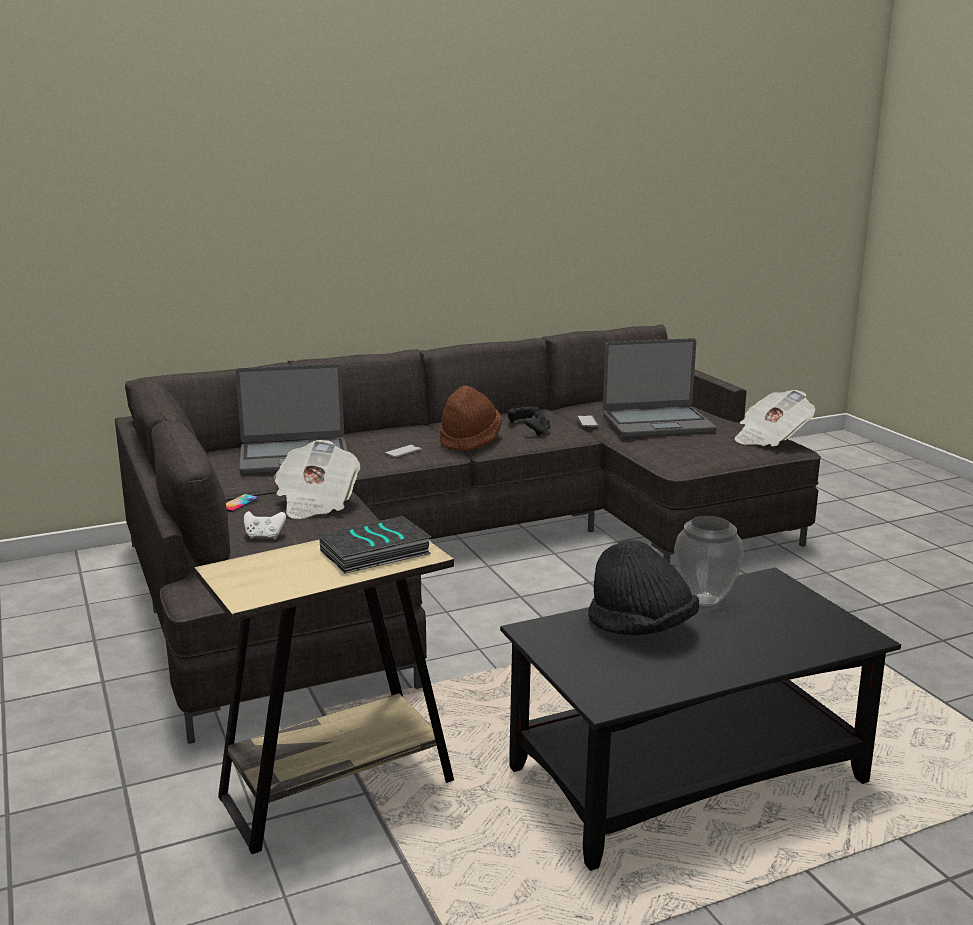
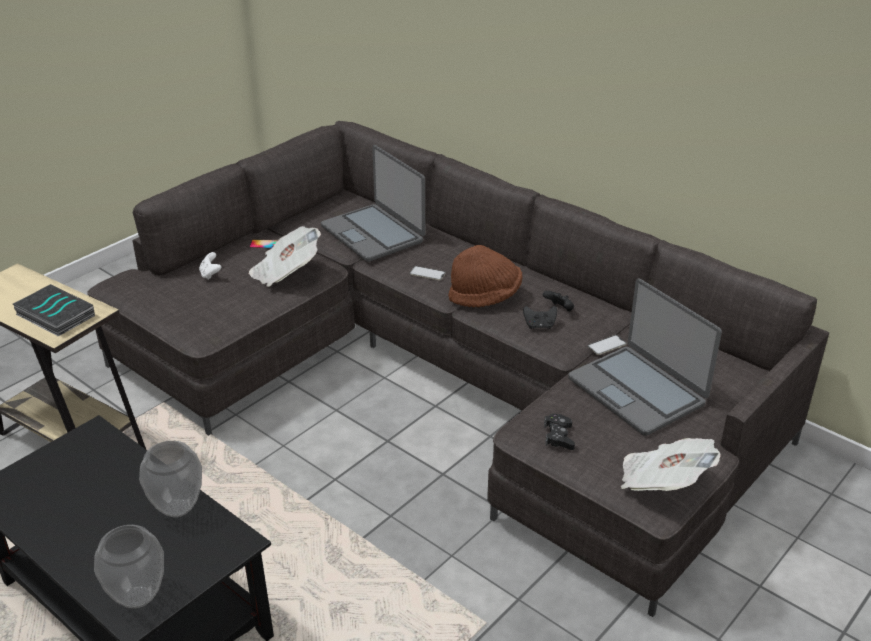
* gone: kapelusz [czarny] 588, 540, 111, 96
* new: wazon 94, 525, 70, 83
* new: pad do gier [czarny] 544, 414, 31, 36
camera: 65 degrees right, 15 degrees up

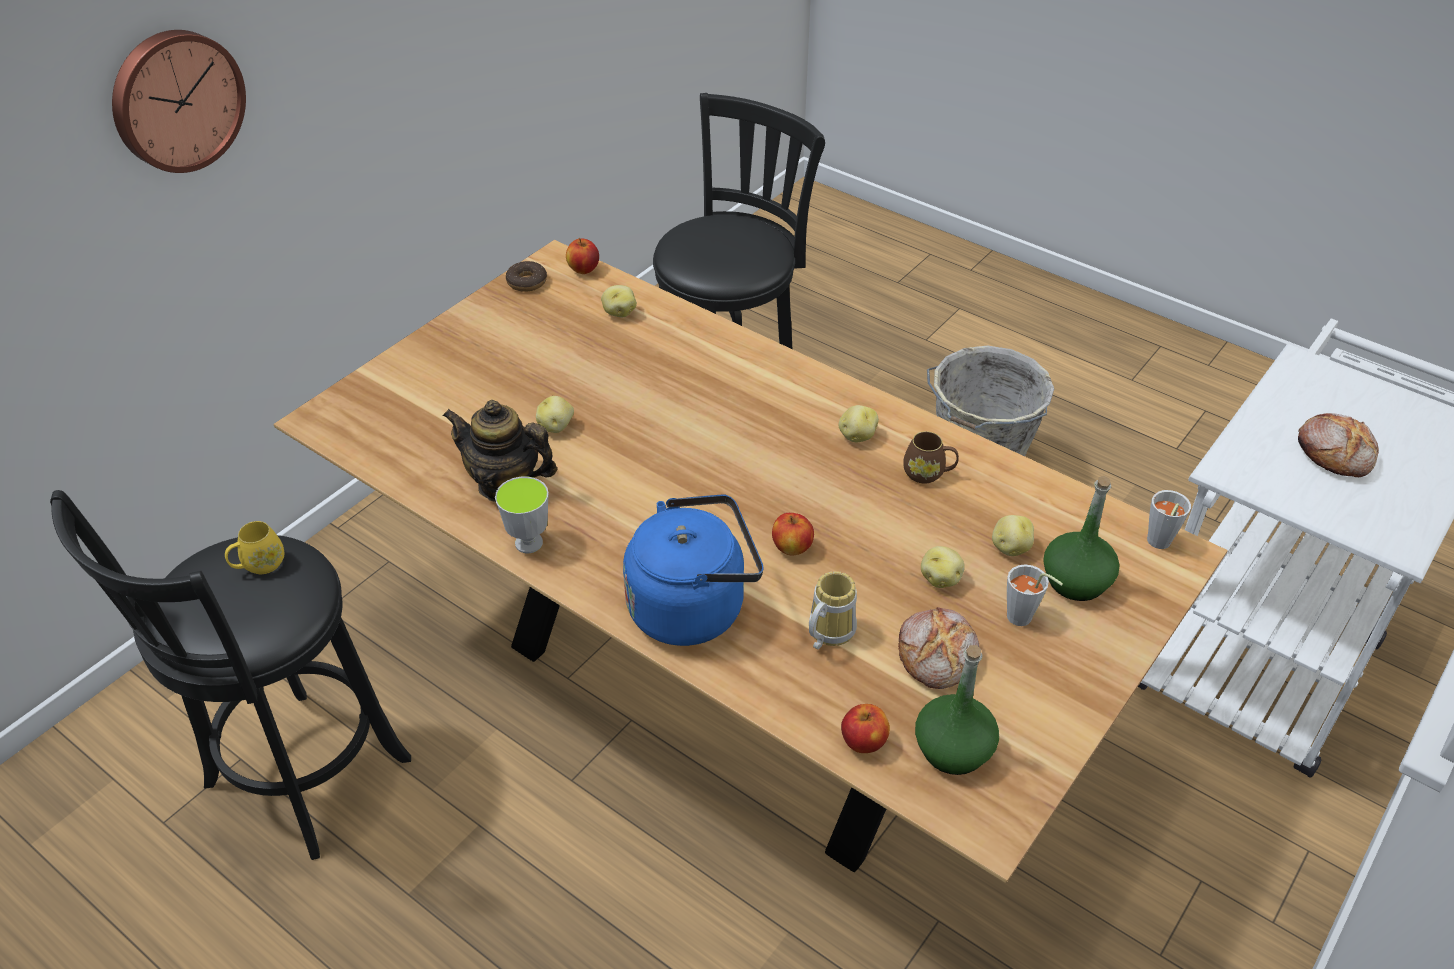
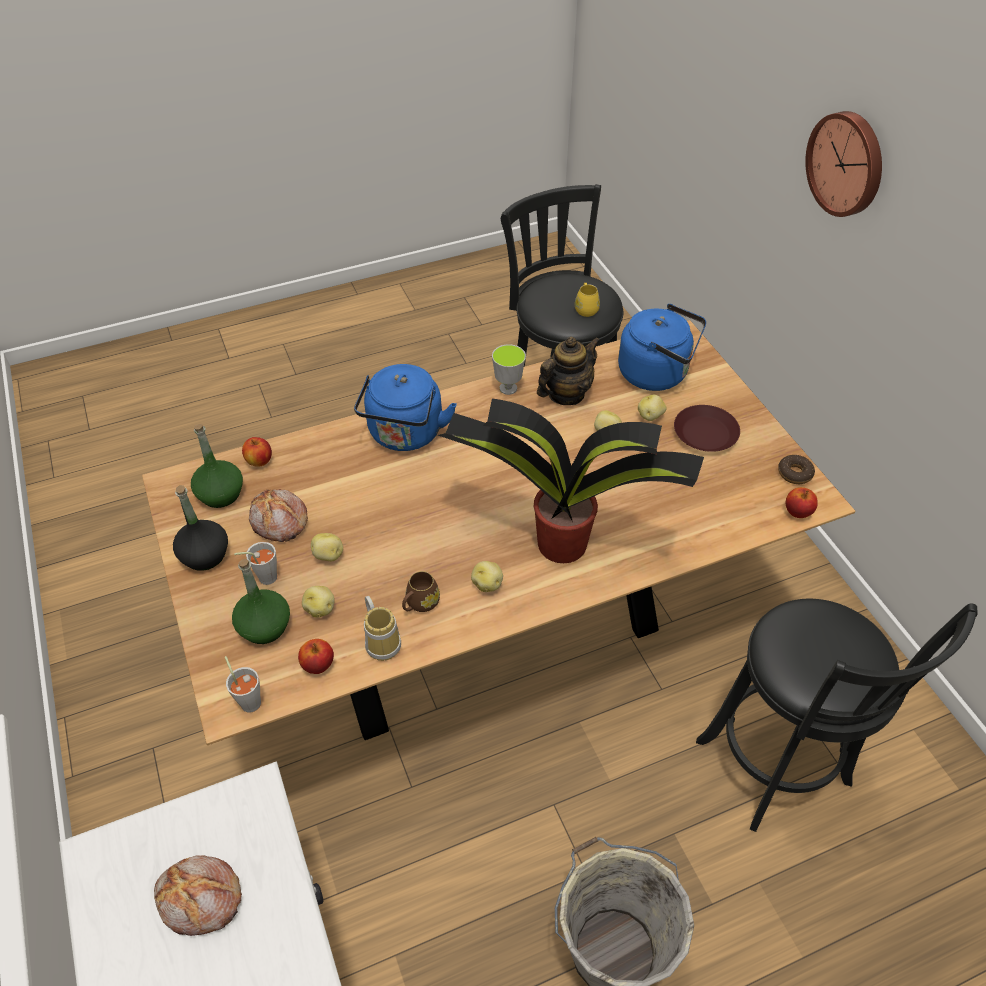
* shifted: ziemniak 601, 285, 36, 32 to 638, 395, 29, 26
* shifted: jabłko 772, 513, 42, 42 to 298, 639, 36, 35
* shifted: kubek 809, 571, 48, 78 to 364, 596, 37, 65
* new: butelka [czarny] 173, 485, 55, 86
* new: roślina doniczkowa 438, 398, 266, 165
* new: czajnik [niebieski] 618, 304, 88, 87
* new: talerz [brązowy] 674, 405, 66, 47
camera: 120 degrees right, 5 degrees up

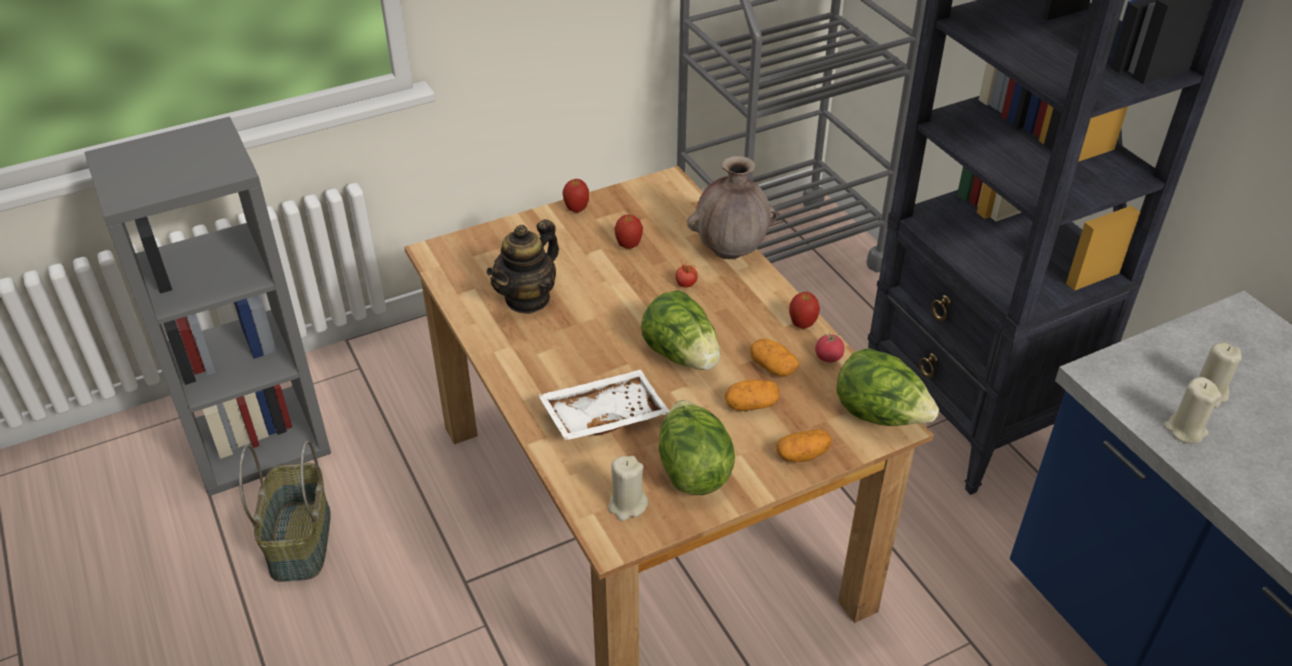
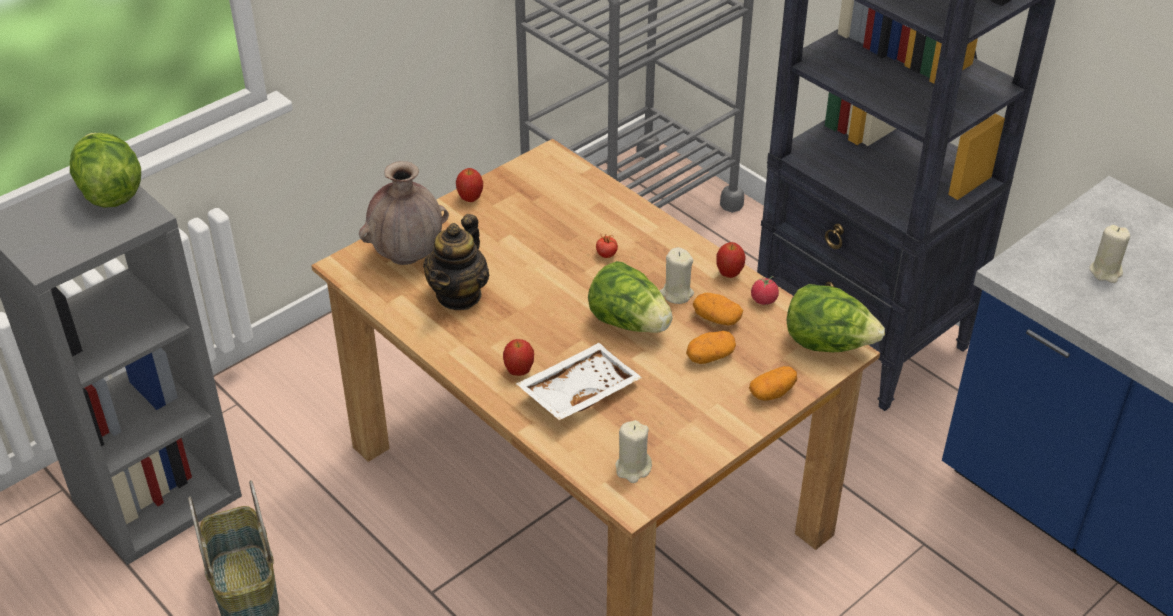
* shifted: jabłko 614, 215, 29, 34 to 503, 339, 31, 37
* shifted: sałata 659, 400, 76, 95 to 70, 133, 71, 75
* shifted: wazon [brązowy] 687, 156, 91, 103 to 359, 161, 90, 104
* shifted: świeca [beżowy] 1163, 377, 59, 67 to 660, 247, 34, 57
camera: 15 degrees left, 0 degrees up

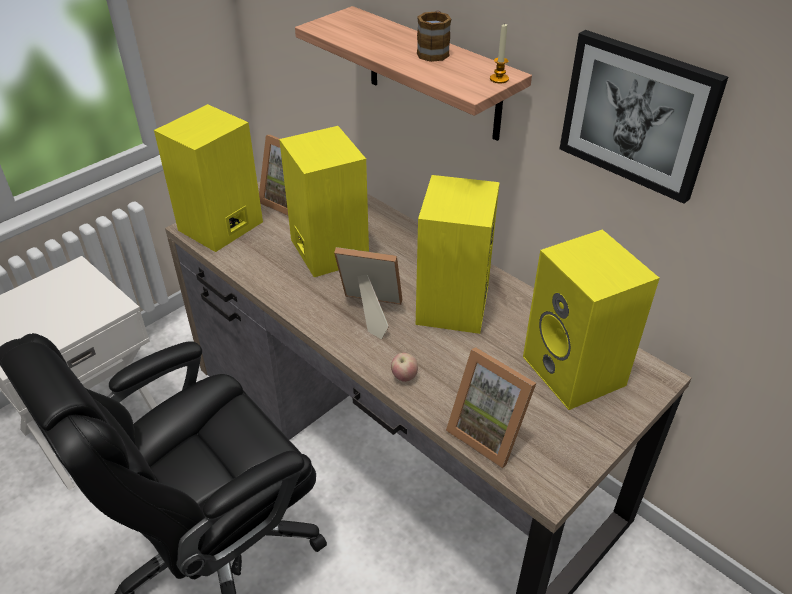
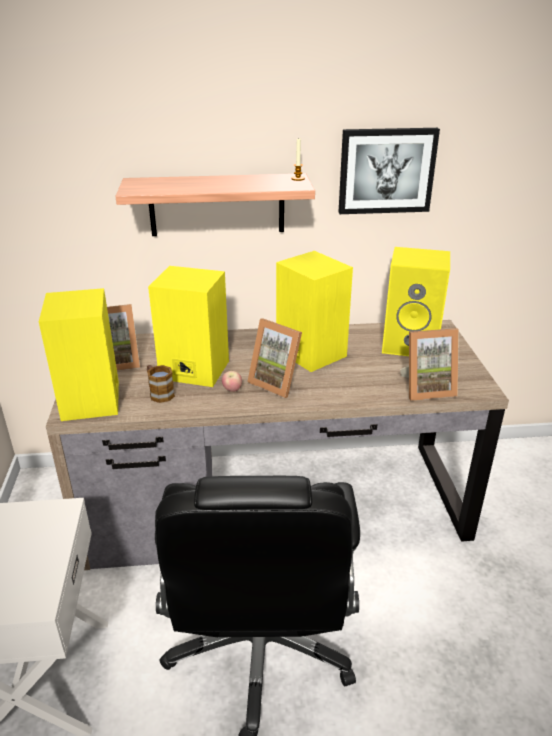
* rotated: ramka na zdjęcie 334, 247, 68, 92 = 247, 318, 55, 80 105 degrees counterclockwise
* shifted: jabłko 391, 353, 27, 29 to 222, 371, 20, 21
* shifted: kubek 417, 10, 34, 52 to 147, 365, 28, 38
camera: 50 degrees left, 10 degrees down

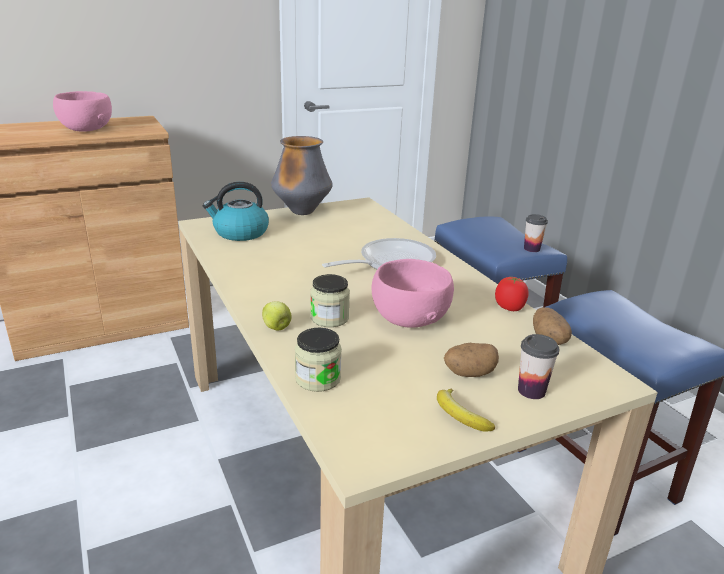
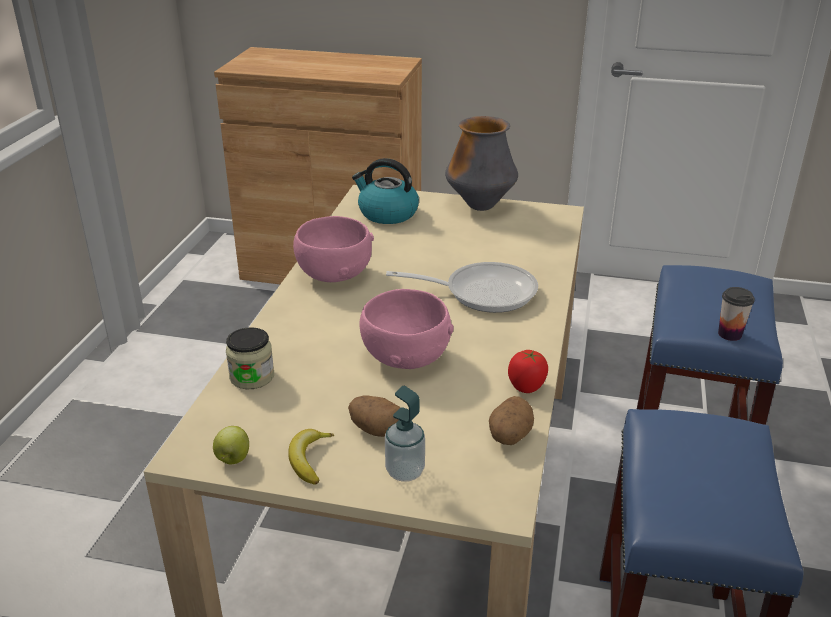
* shifted: miska [różowy] 53, 91, 59, 41 to 293, 216, 81, 66
* shifted: jabłko 262, 301, 30, 29 to 213, 426, 36, 38
* gone: słoik 311, 274, 39, 53
* swapped: filiżanka 518, 334, 41, 65 to dozownik mydła 385, 386, 40, 96
camera: 40 degrees right, 5 degrees up

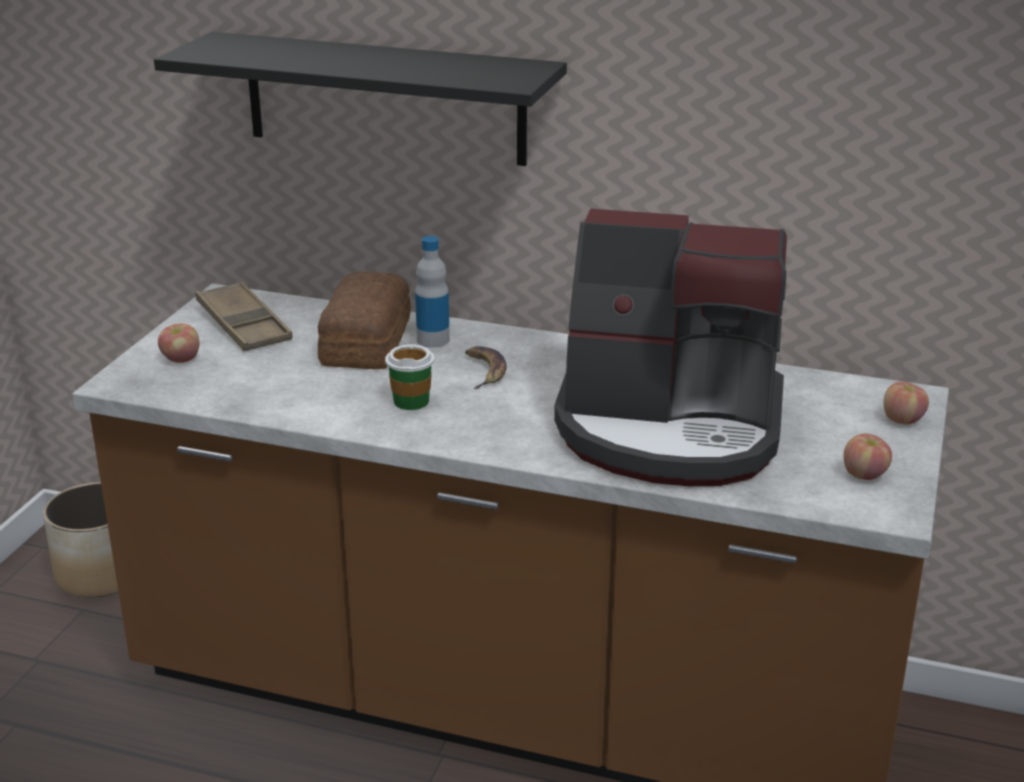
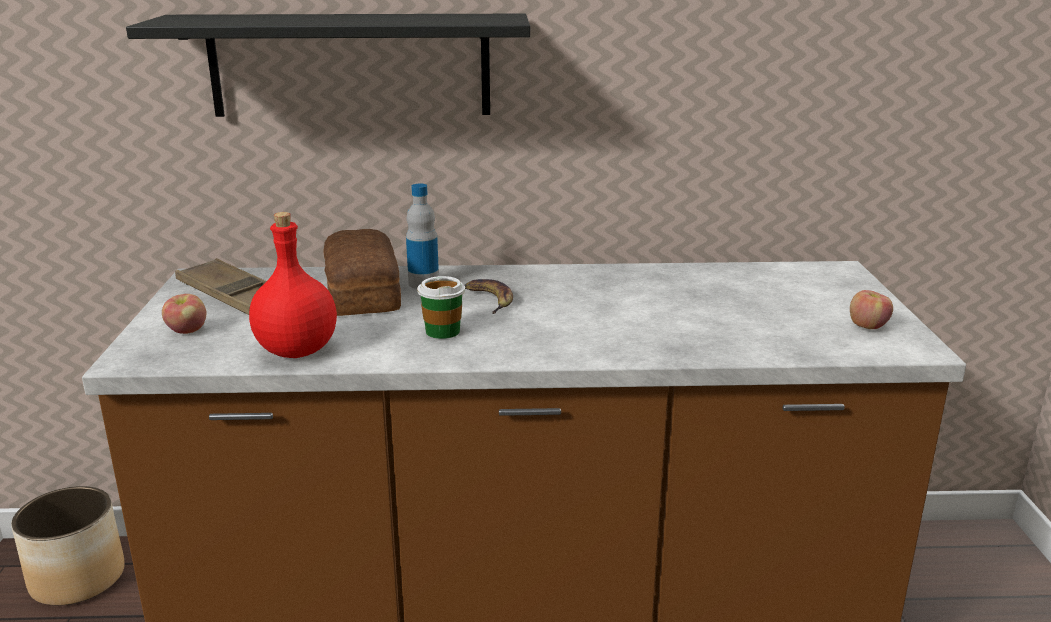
* gone: ekspres do kawy 554, 209, 233, 277
* gone: jabłko 884, 382, 45, 43
* new: butelka [czerwony] 249, 212, 88, 146
camera: 20 degrees left, 5 degrees down

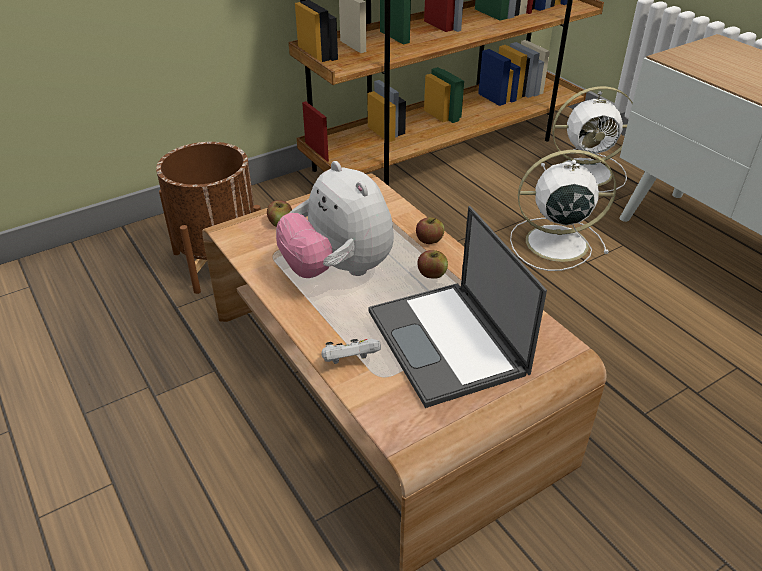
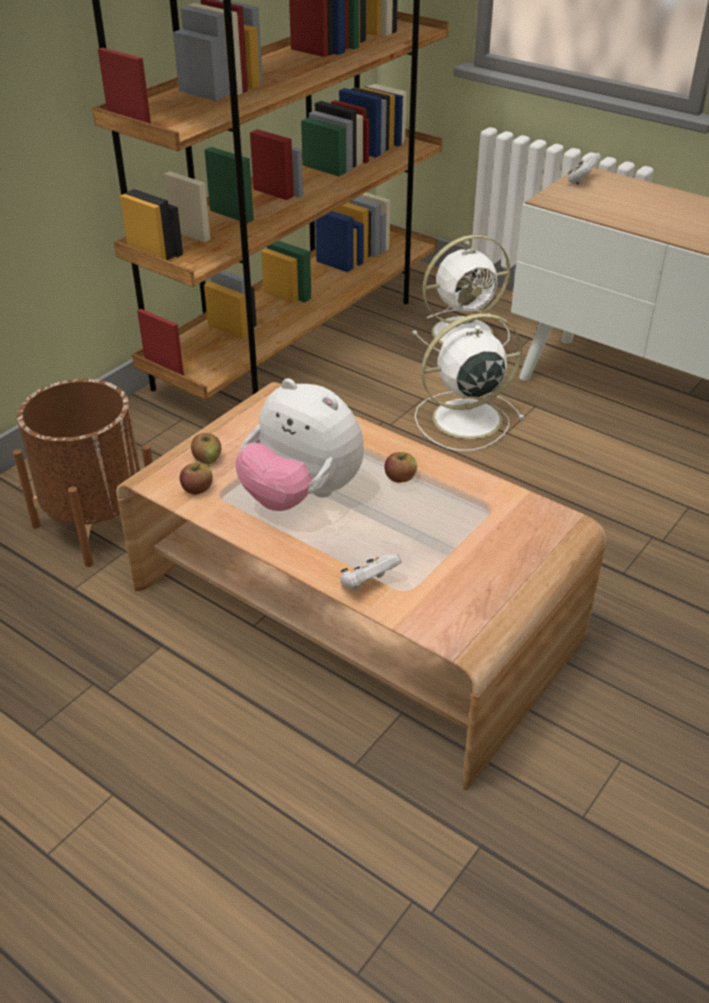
* gone: laptop 369, 206, 178, 202
* shifted: jabłko 416, 217, 28, 27 to 180, 463, 33, 31
* new: pad do gier [biały] 568, 153, 33, 31
camera: 20 degrees left, 0 degrees up

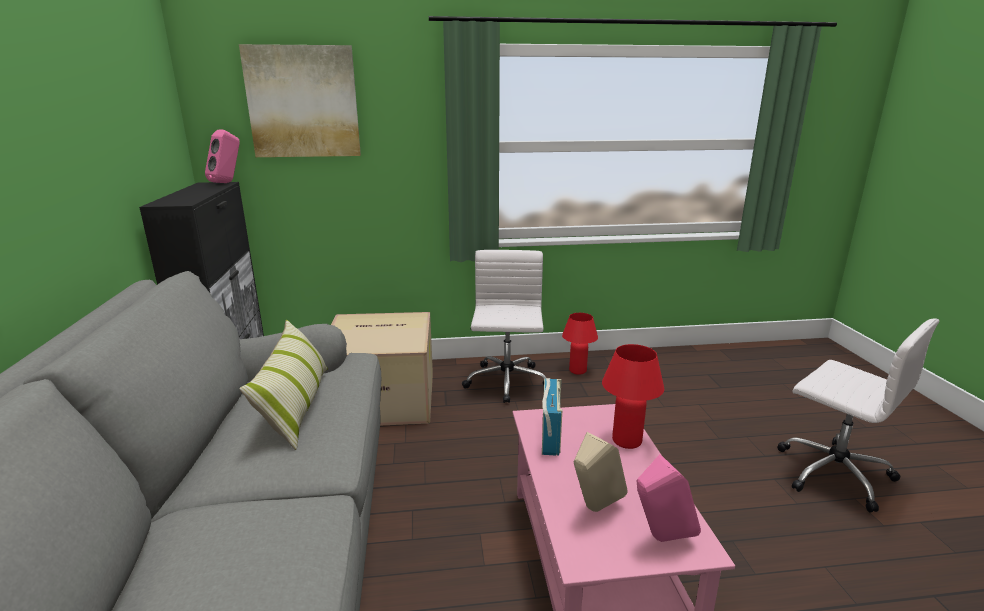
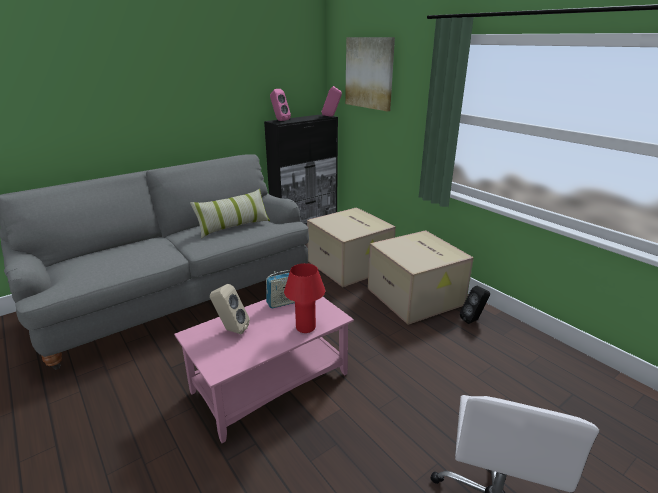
* swapped: krzesło biurowe [biały] 462, 250, 84, 153 to karton 368, 230, 106, 95
* swapped: lampa stołowa [czerwony] 562, 313, 36, 62 to głośnik [czarny] 460, 286, 30, 38
* shifted: głośnik [różowy] 637, 454, 64, 88 to 270, 89, 21, 32
camera: 60 degrees right, 5 degrees up

